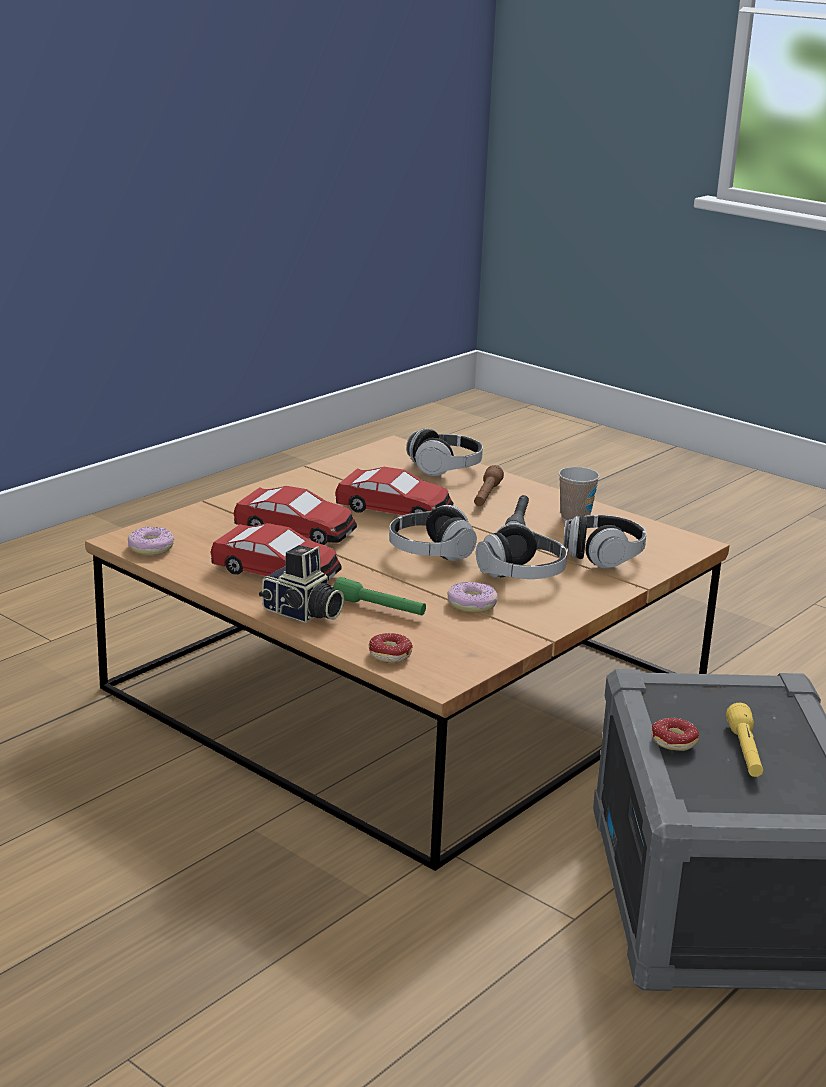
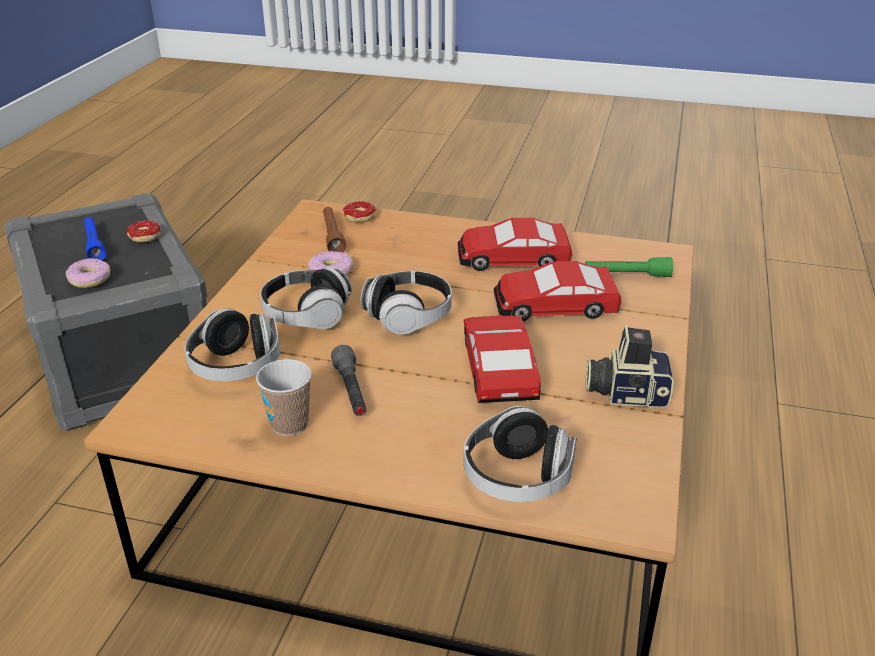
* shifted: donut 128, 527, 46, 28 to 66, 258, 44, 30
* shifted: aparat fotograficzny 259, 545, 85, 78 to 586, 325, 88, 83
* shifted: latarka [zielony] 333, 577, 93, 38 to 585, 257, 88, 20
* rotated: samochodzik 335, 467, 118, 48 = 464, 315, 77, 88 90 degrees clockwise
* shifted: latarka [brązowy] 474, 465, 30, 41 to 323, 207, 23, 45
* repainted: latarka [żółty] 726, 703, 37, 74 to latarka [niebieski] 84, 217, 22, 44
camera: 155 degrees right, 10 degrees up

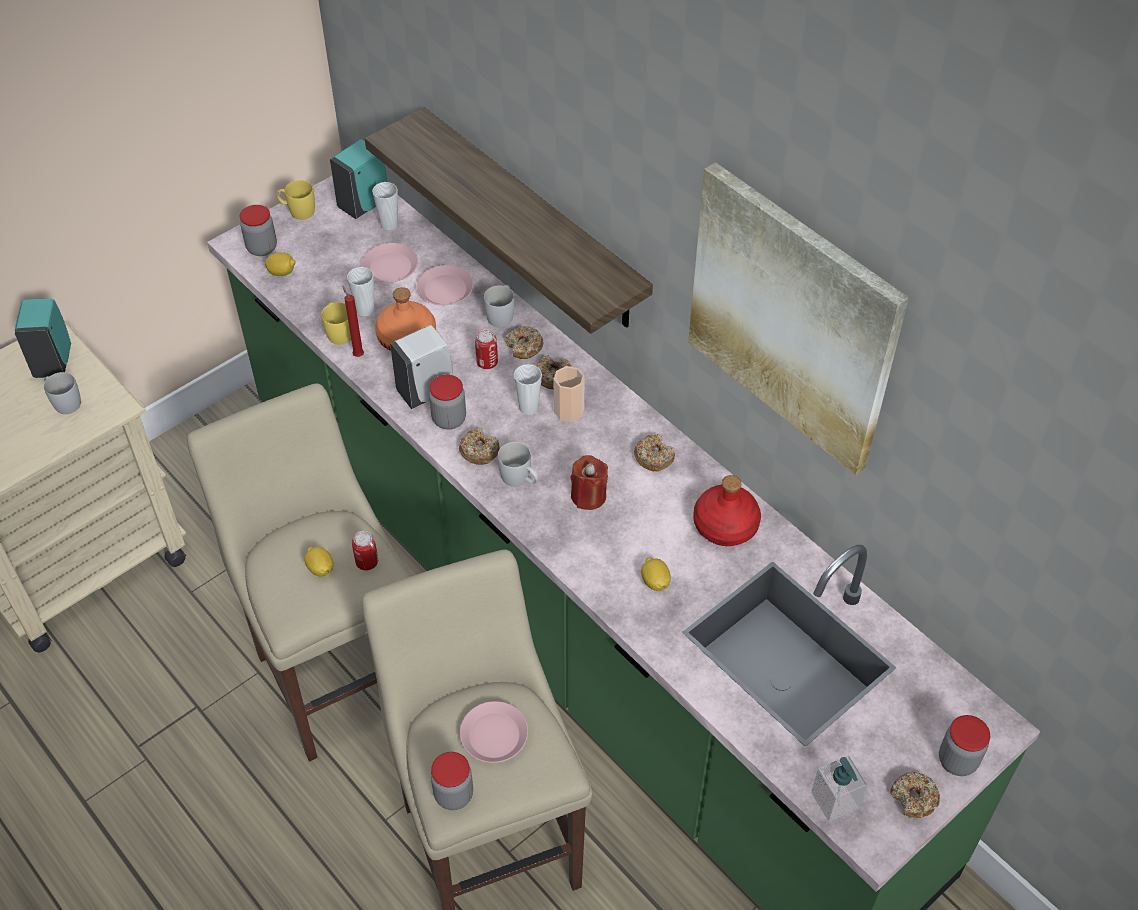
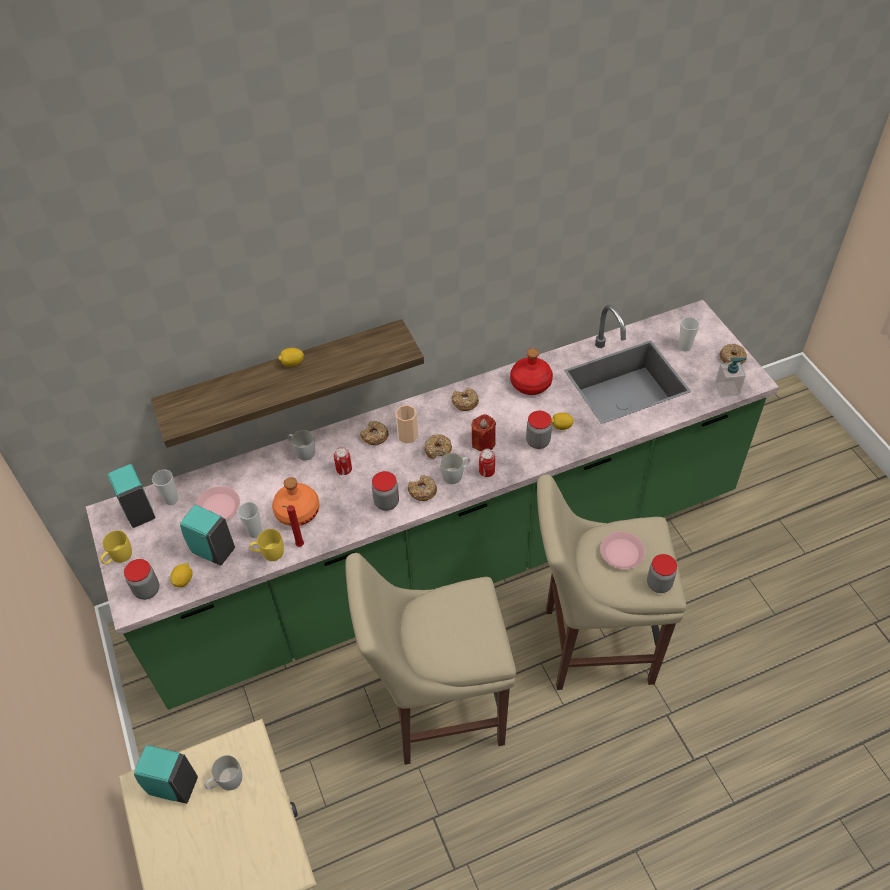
* shifted: cytryna 304, 547, 30, 29 to 278, 348, 26, 19
* shifted: puszka 352, 531, 26, 39 to 479, 449, 16, 28
* gone: dozownik mydła [biały] 390, 325, 63, 84
* gone: talerz [różowy] 417, 265, 56, 40
* shifted: donut 506, 326, 38, 33 to 424, 434, 28, 25
* shifted: filiżanka 514, 364, 28, 51 to 678, 317, 21, 35
* gone: obraz 688, 162, 221, 313
* shifted: słoik 939, 715, 51, 61 to 526, 411, 26, 38
* new: dozownik mydła [turkusowy] 180, 505, 55, 61
camera: 70 degrees left, 0 degrees up

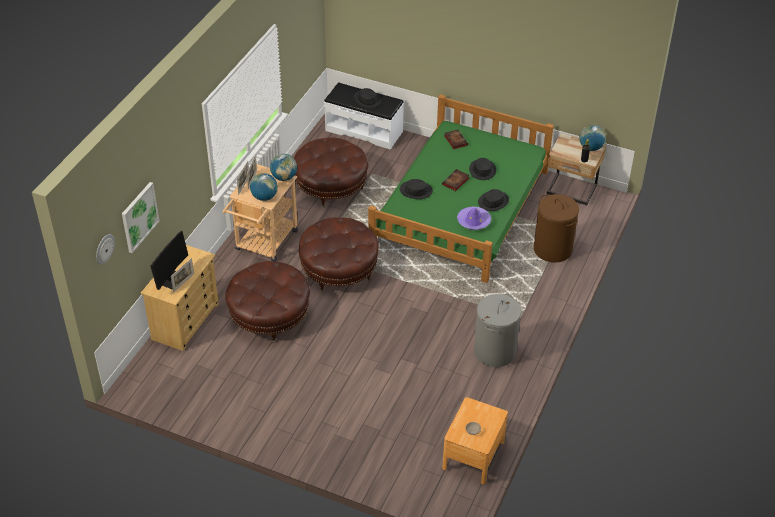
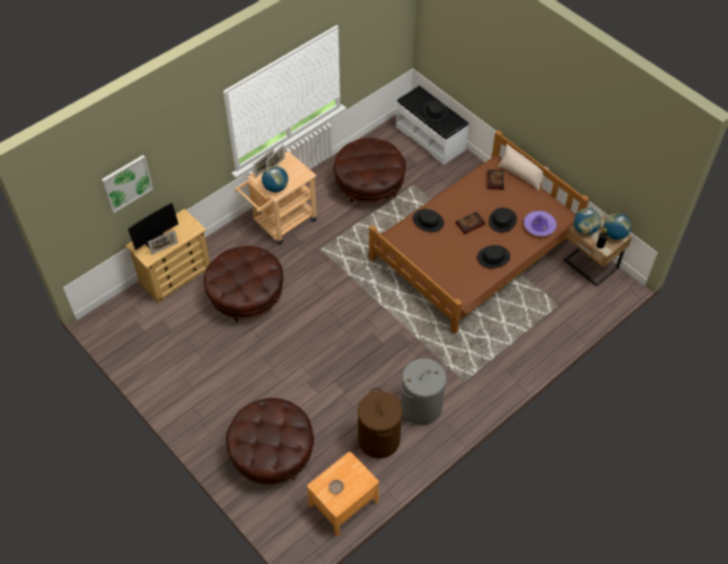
* gone: zegar ścienny 96, 234, 19, 30
* shifted: globus 270, 154, 27, 27 to 574, 208, 27, 27
* shifted: pufa [brązowy] 299, 217, 80, 76 to 226, 398, 88, 87
* repainted: łóżko [zielony] 368, 94, 186, 189 to łóżko [brązowy] 369, 130, 220, 204
* shifted: kapelusz [fioletowy] 457, 207, 34, 23 to 524, 211, 33, 25
* shifted: kosz na pranie [brązowy] 534, 194, 45, 69 to 357, 388, 46, 70
* new: poduszka [beżowy] 498, 144, 51, 47
camera: 25 degrees right, 10 degrees up

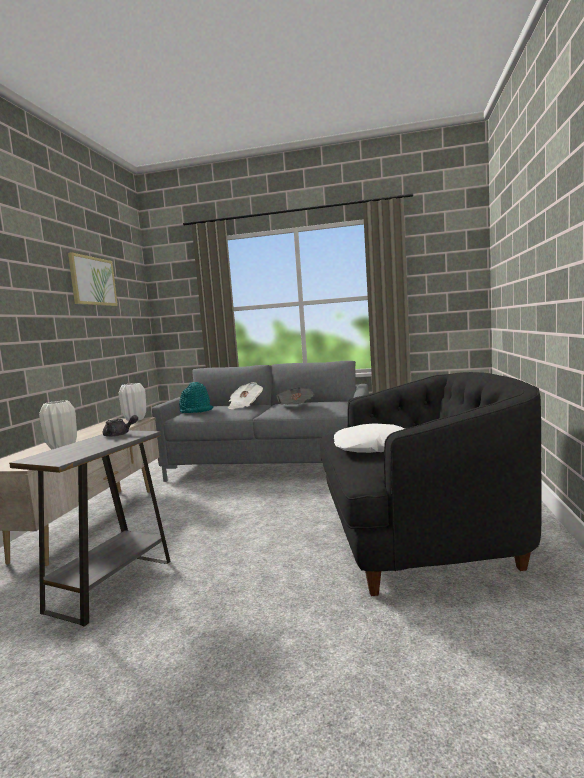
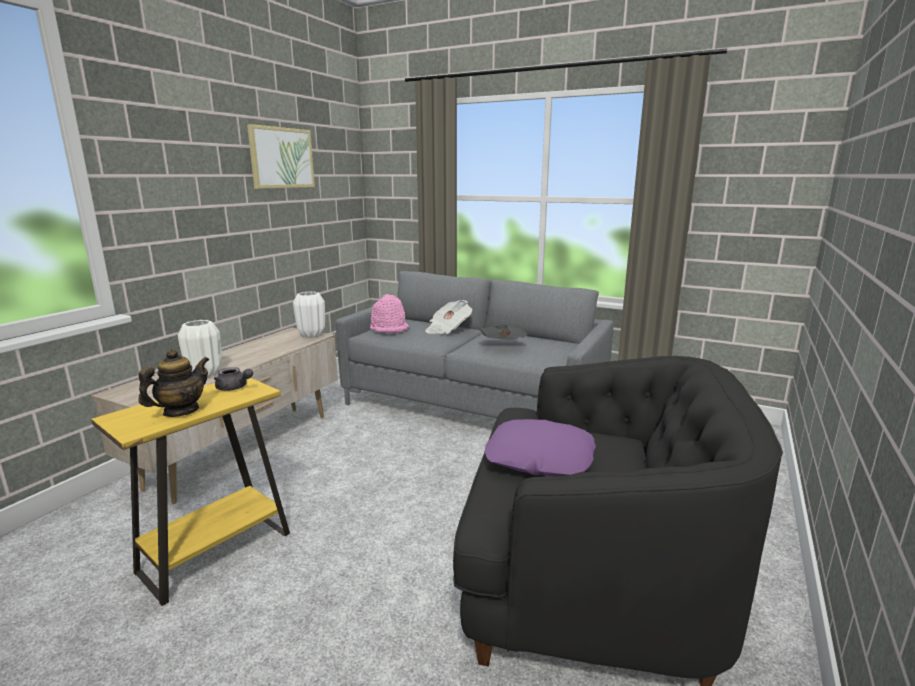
* repainted: stolik [szary] 9, 430, 162, 196 to stolik [żółty] 91, 378, 199, 228
* repainted: kapelusz [turkusowy] 179, 382, 34, 31 to kapelusz [różowy] 370, 294, 39, 39
* repainted: poduszka [biały] 334, 423, 71, 30 to poduszka [fioletowy] 485, 419, 111, 58
* new: imbryk 138, 349, 71, 68
camera: 15 degrees right, 10 degrees up

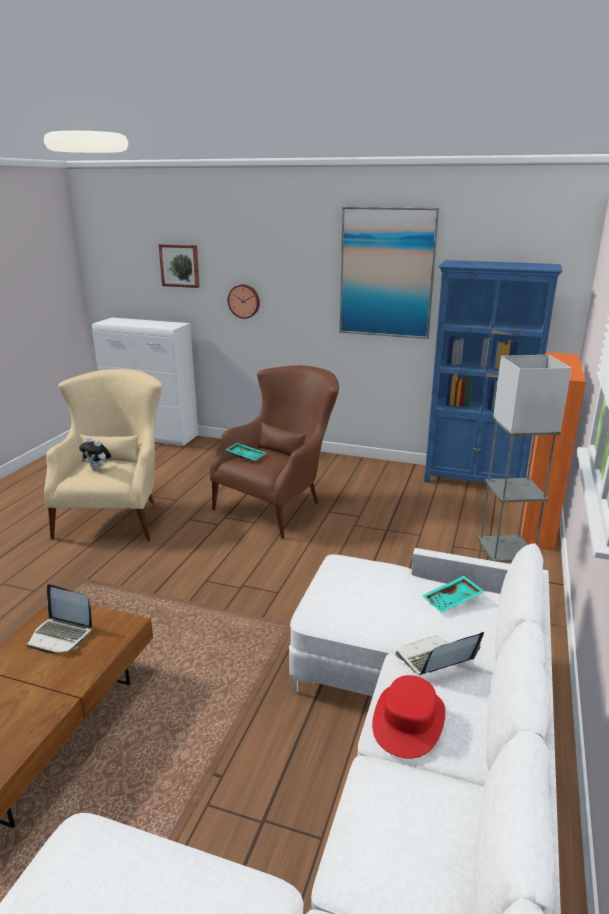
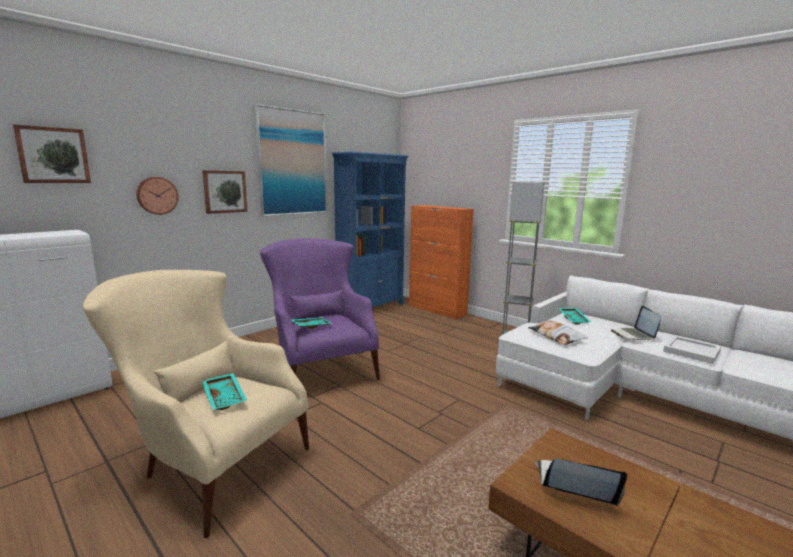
* rotated: laptop 27, 584, 65, 70 = 536, 459, 92, 47 120 degrees counterclockwise
* swapped: pluszak 79, 437, 32, 34 to taca [turkusowy] 202, 373, 45, 37
* repainted: fotel [brązowy] 210, 365, 129, 174 to fotel [fioletowy] 260, 238, 120, 142
* swapped: kapelusz [czerwony] 372, 675, 73, 84 to taca [biały] 663, 336, 58, 28
* new: obraz 202, 170, 46, 44
* new: poduszka 528, 320, 60, 25
camera: 65 degrees left, 10 degrees down

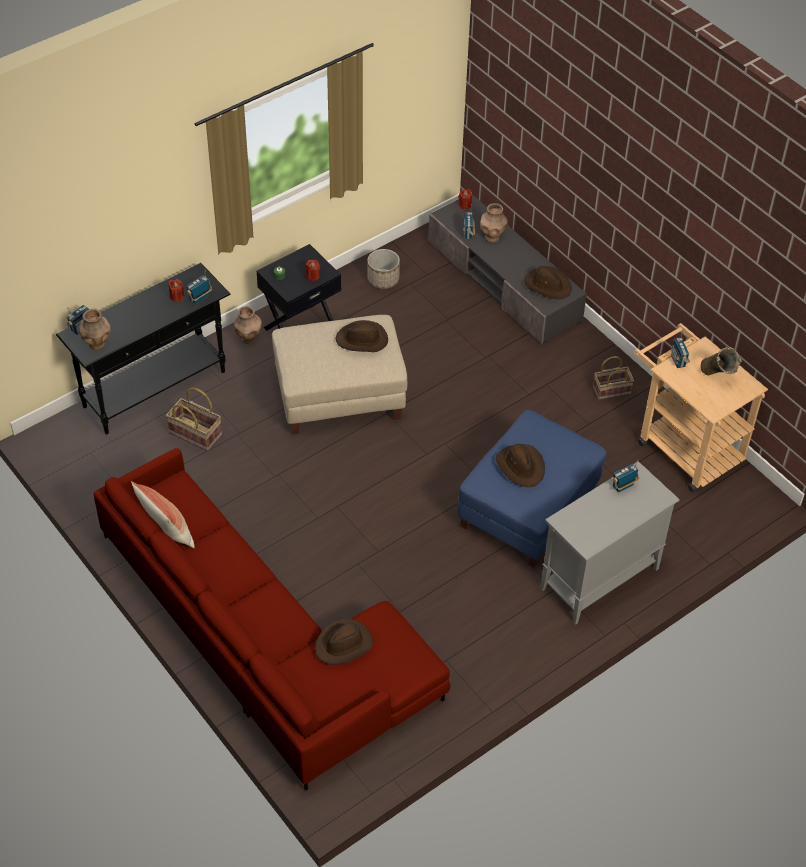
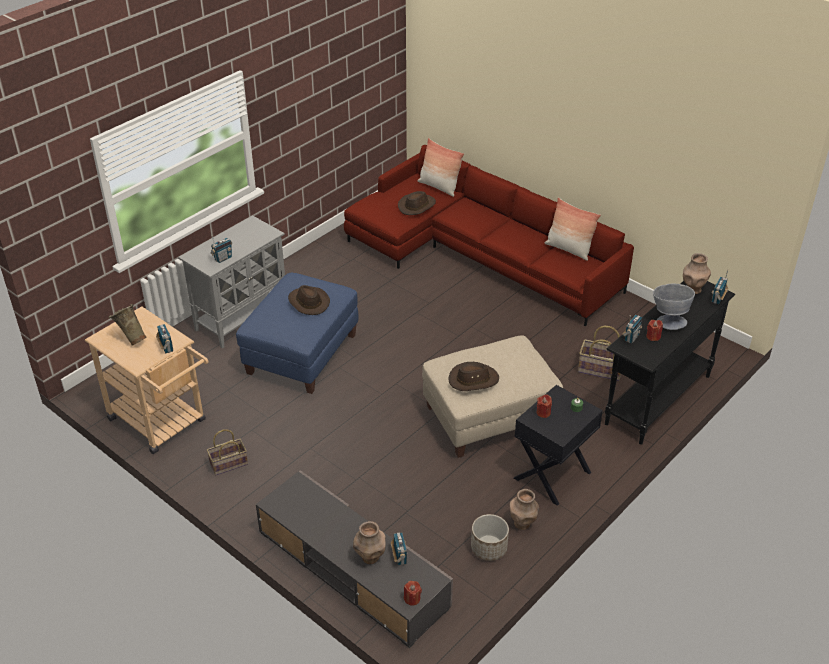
* shifted: wazon [brązowy] 234, 306, 28, 38 to 510, 489, 29, 41
* gone: kapelusz [brązowy] 524, 266, 48, 33
* new: poduszka 418, 138, 46, 59
* new: miska [szary] 653, 284, 42, 46
camera: 170 degrees right, 10 degrees down

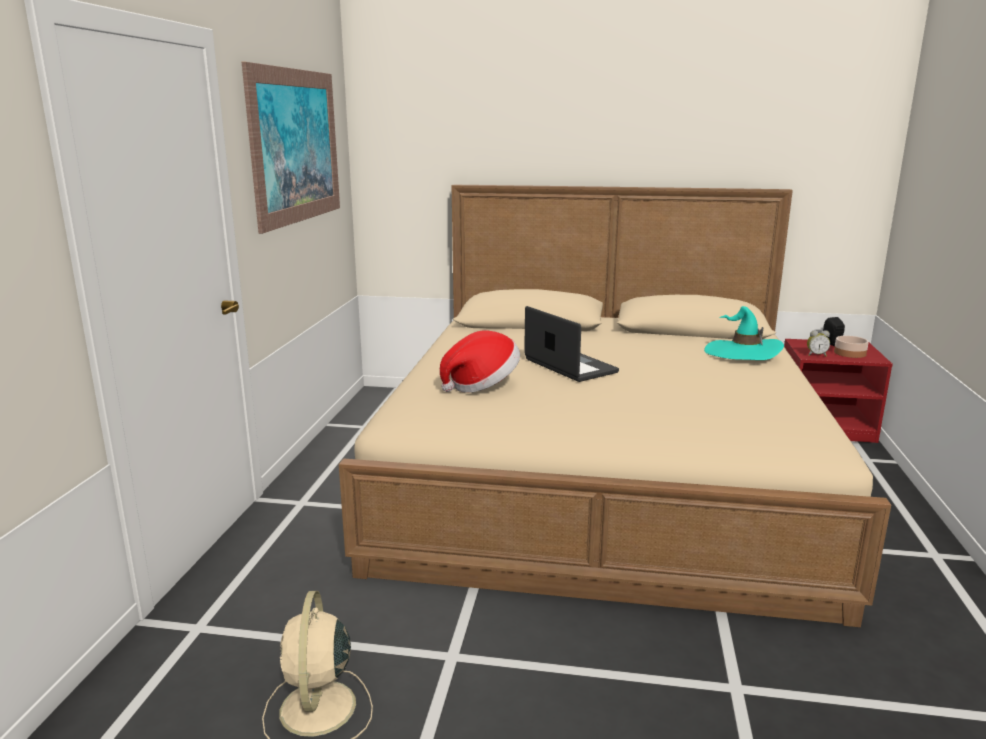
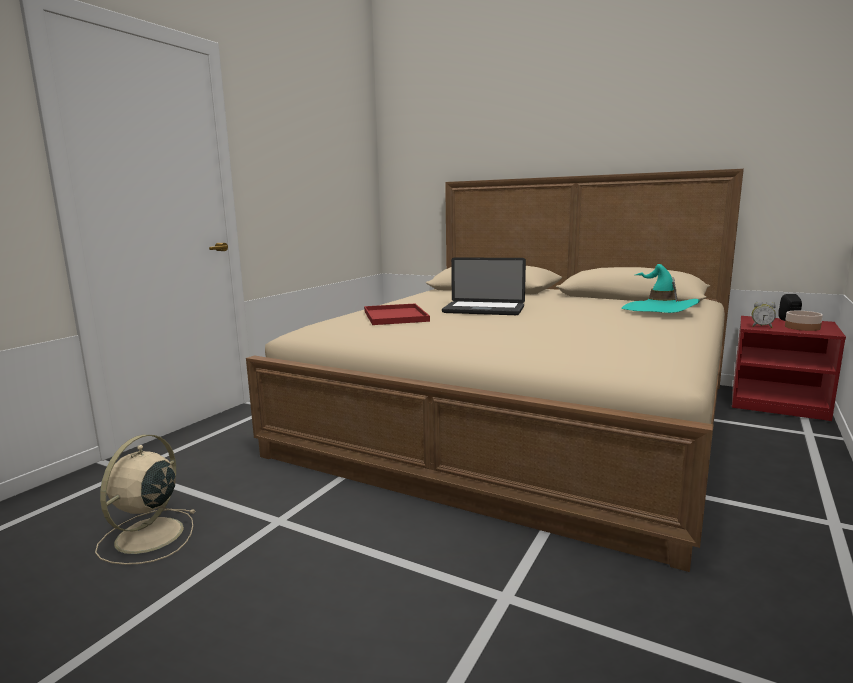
* gone: obraz 242, 62, 98, 172
* swapped: kapelusz 440, 330, 80, 63 to taca [czerwony] 364, 304, 66, 21
* rotated: laptop 524, 306, 95, 76 = 442, 257, 84, 58 120 degrees clockwise
camera: 20 degrees right, 5 degrees down

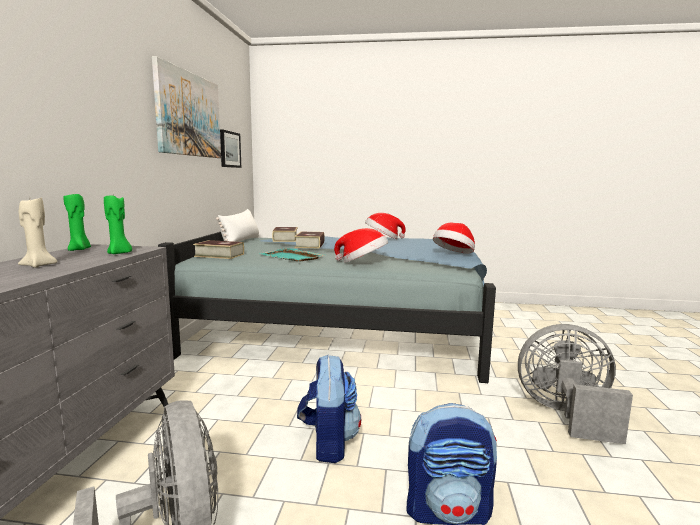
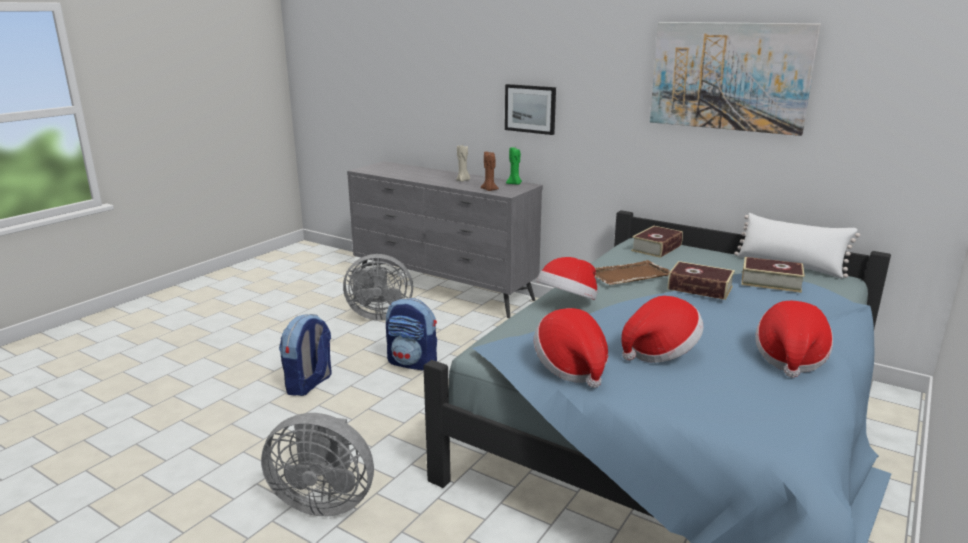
* repainted: świeca [zielony] 104, 194, 28, 60 to świeca [brązowy] 481, 152, 18, 39
* shifted: obraz 220, 129, 21, 39 to 505, 84, 51, 51
* repainted: taca [turkusowy] 259, 248, 65, 13 to taca [brązowy] 595, 260, 75, 25
* rotated: wentylator [szary] 518, 324, 115, 120 = 261, 413, 113, 103 60 degrees clockwise
* new: kapelusz 622, 296, 82, 67
camera: 115 degrees right, 10 degrees up

